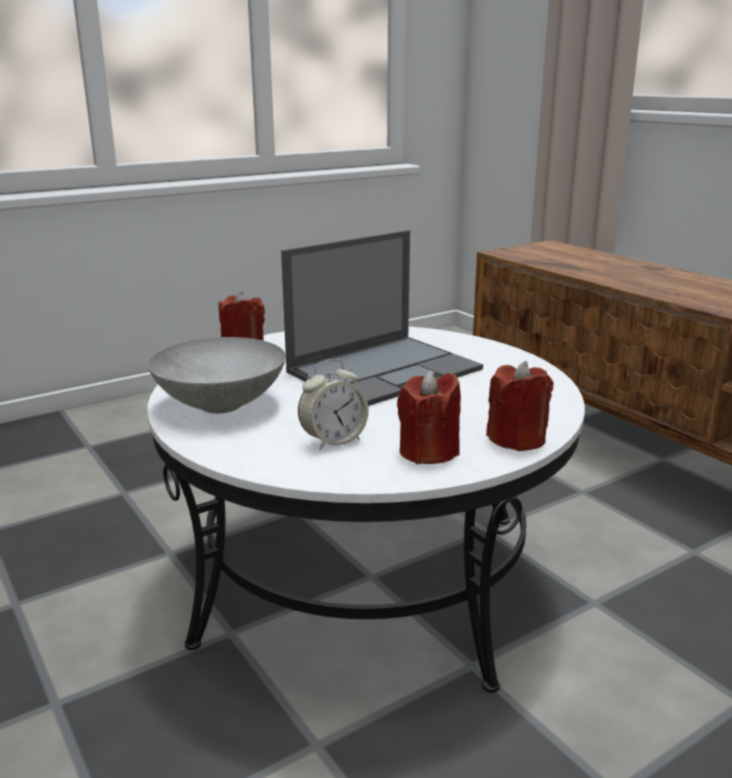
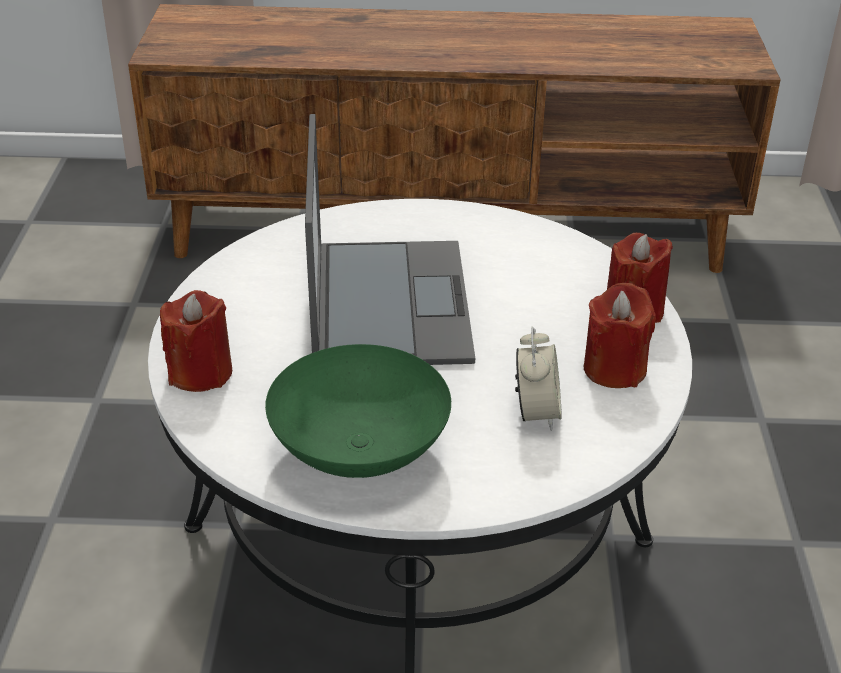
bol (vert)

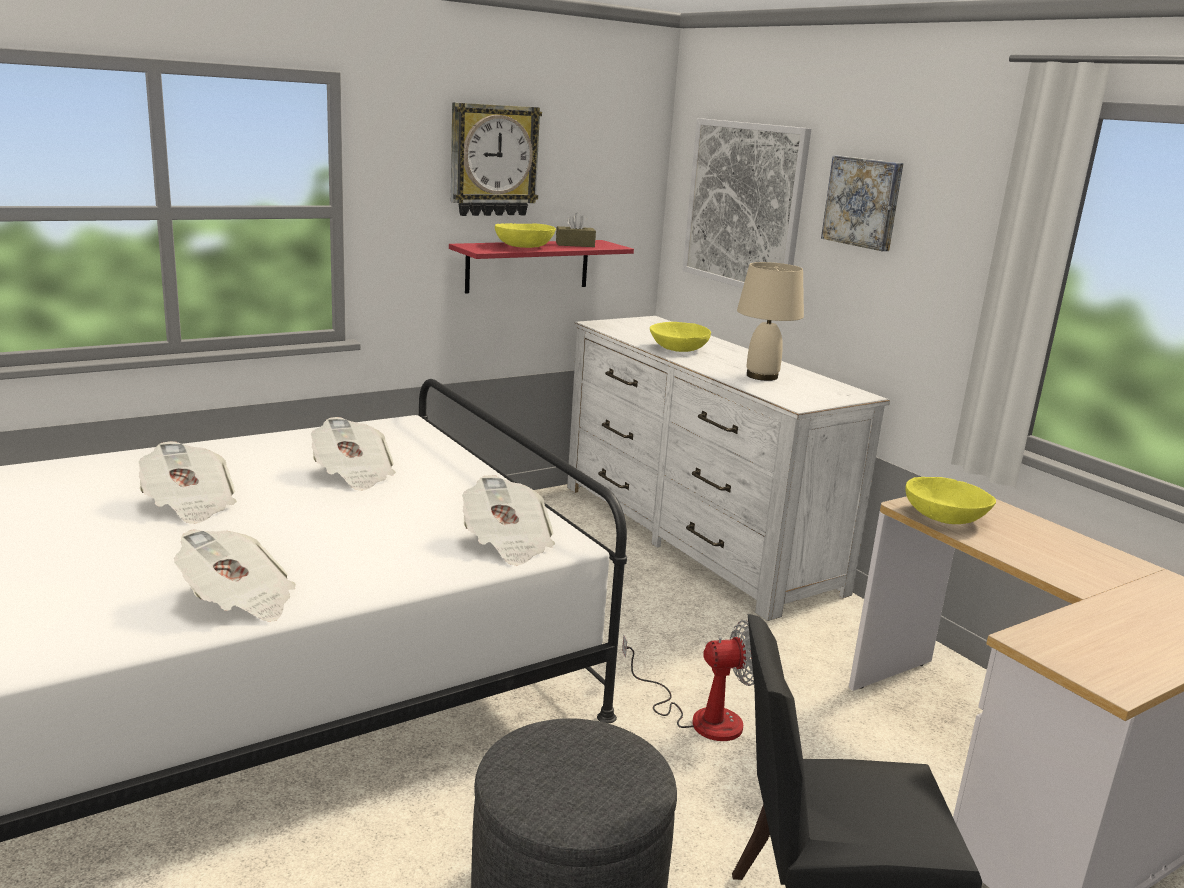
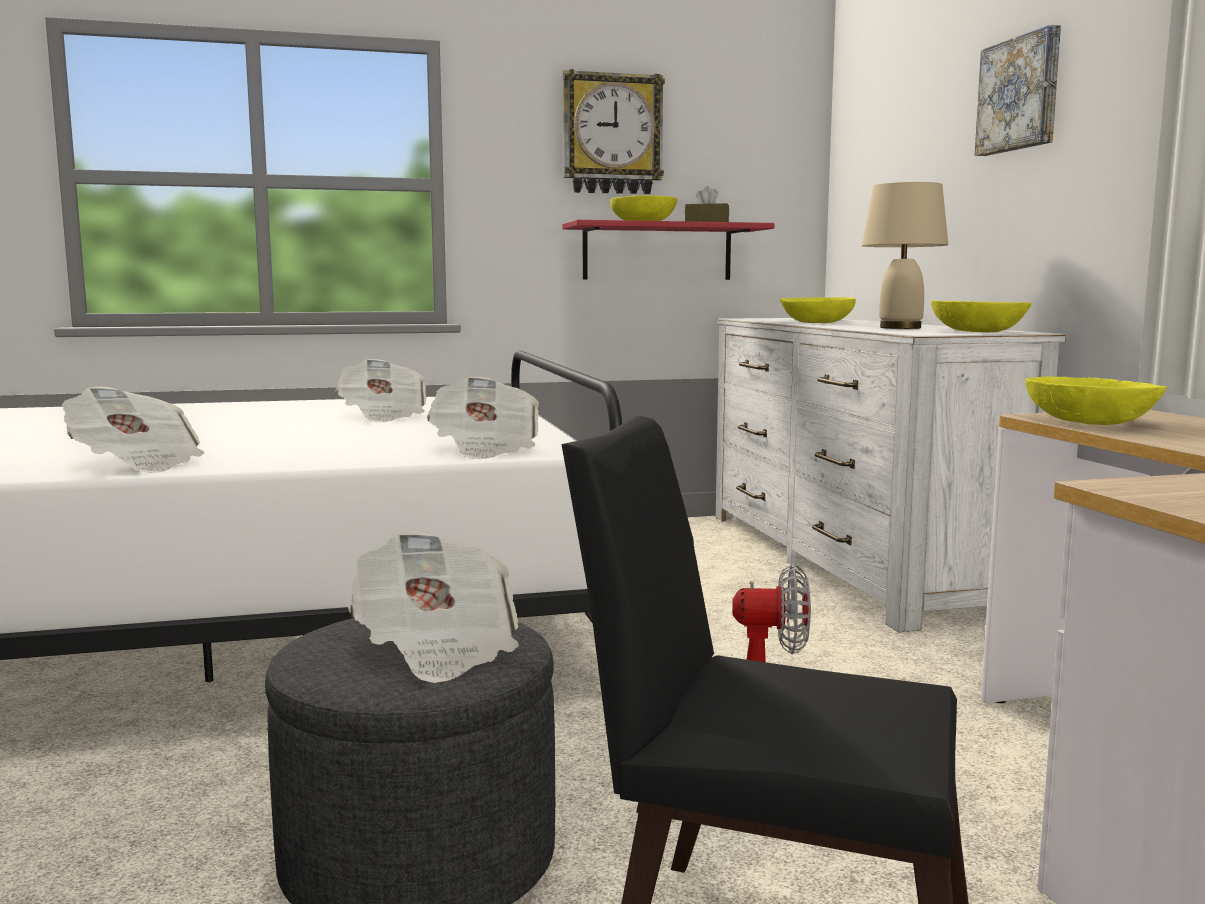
journal (no. 3 from left)
bol (jaune) (no. 3 from left)
tableau (no. 1 from left in the first image)

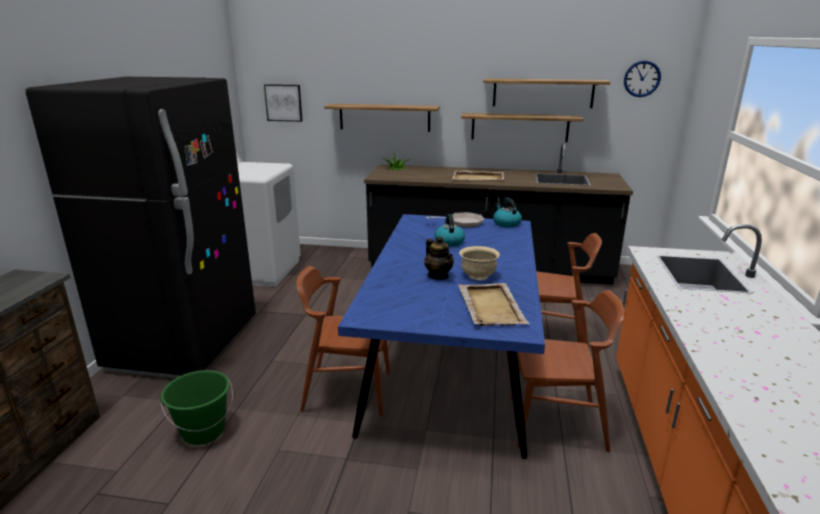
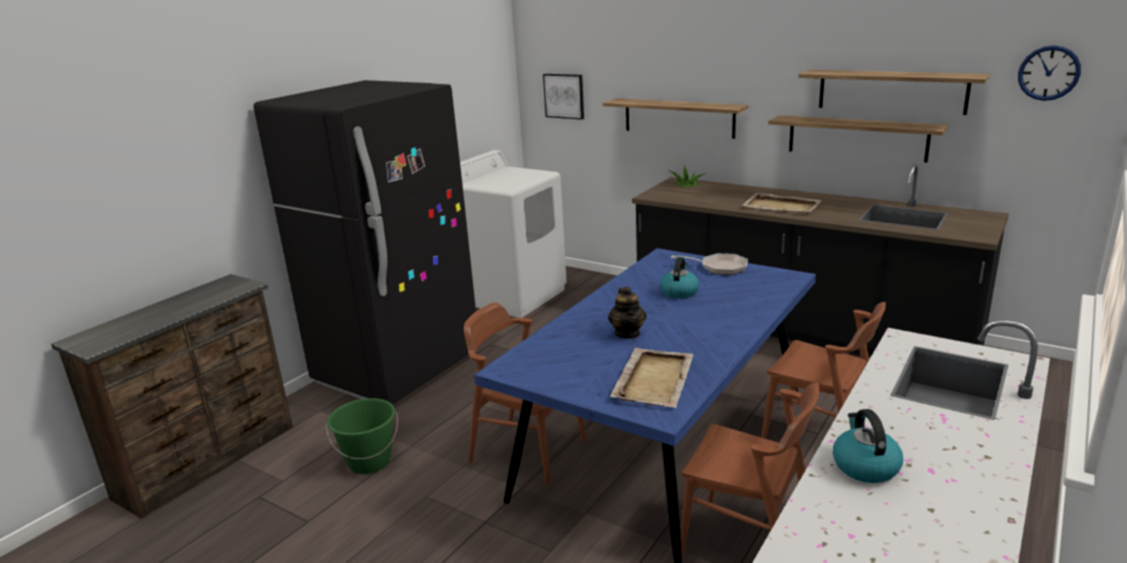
bouilloire (no. 2 from left)
bol (beige)

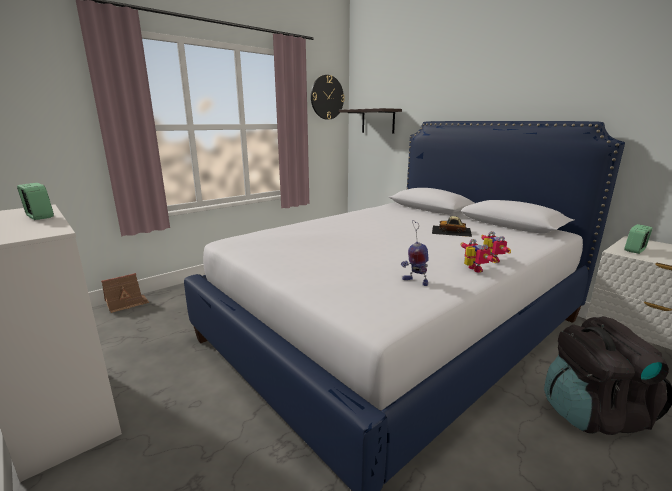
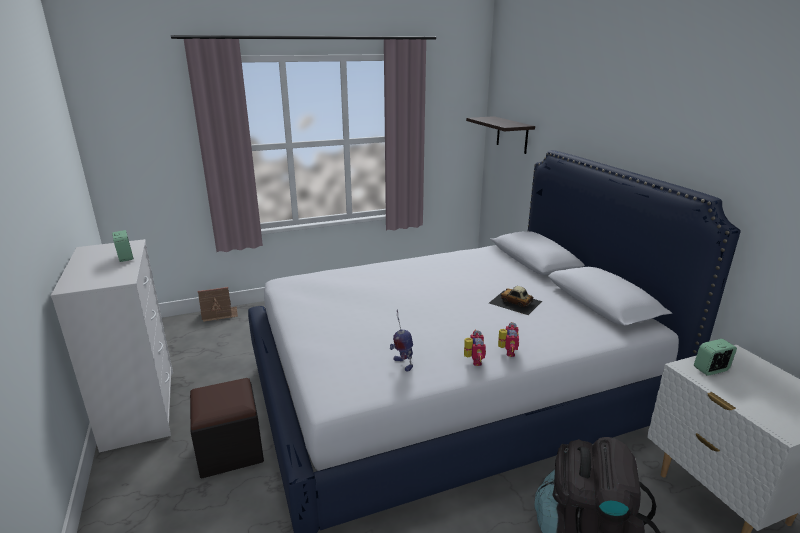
pouf (noir)
horloge murale

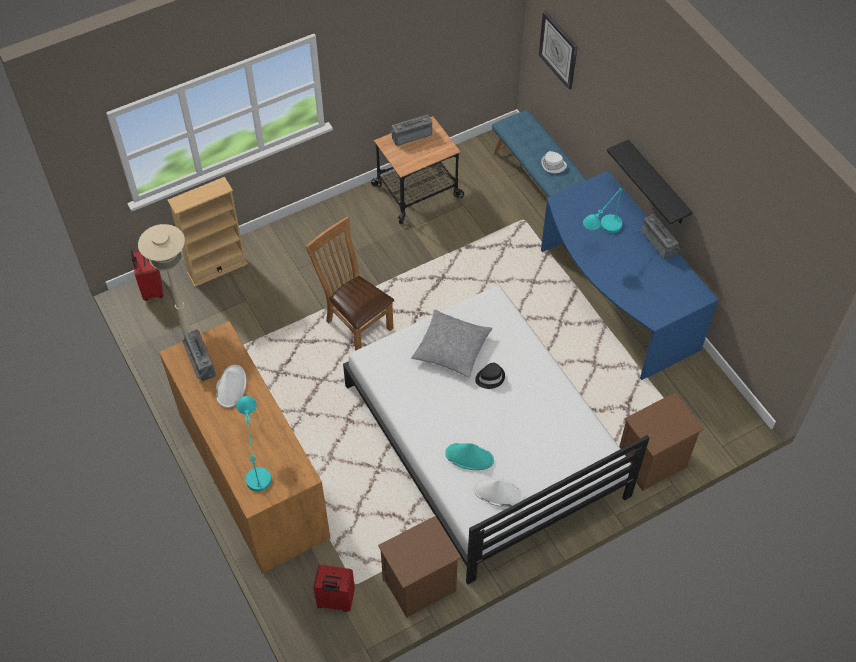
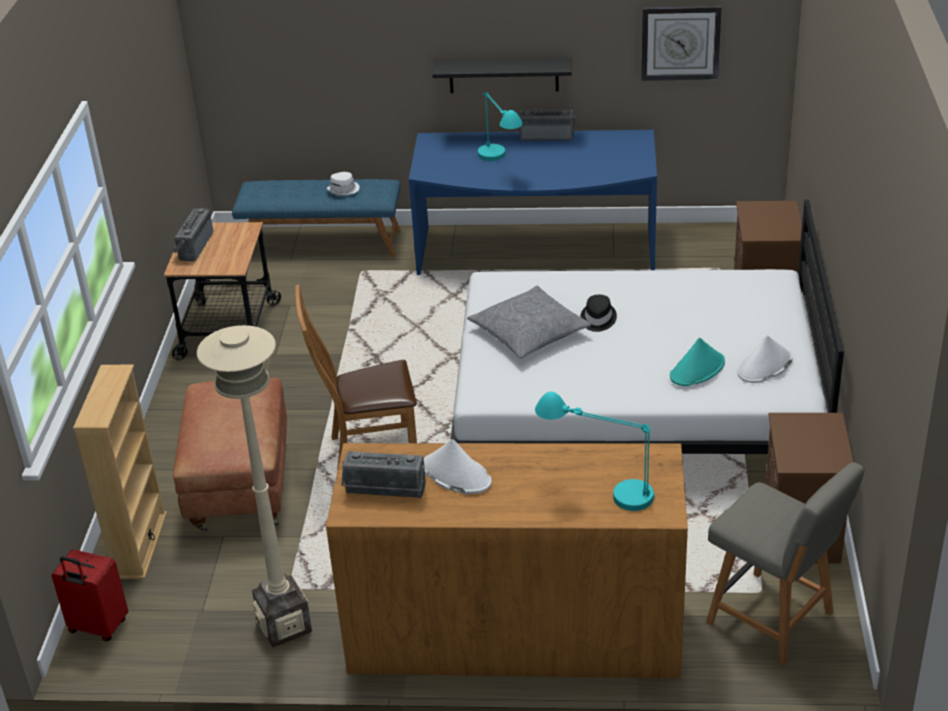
pouf (marron)
horloge murale
chaise (gris)

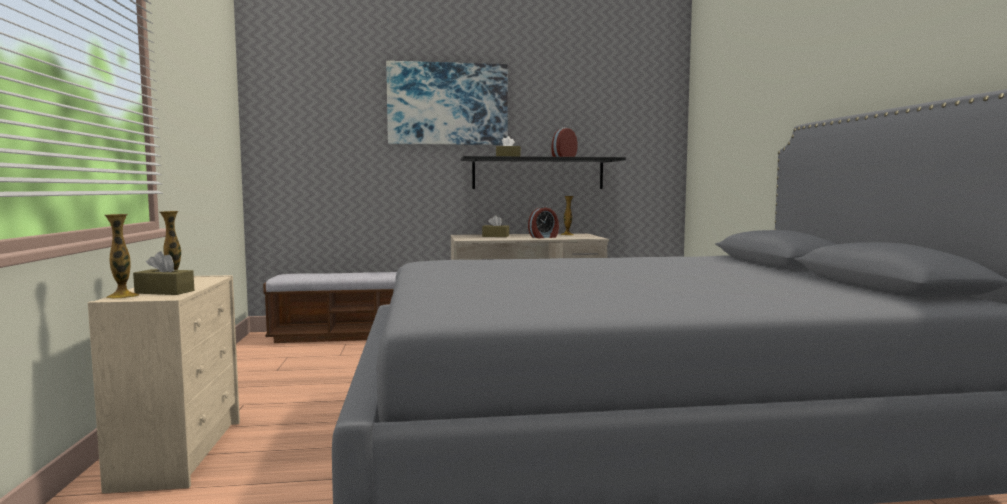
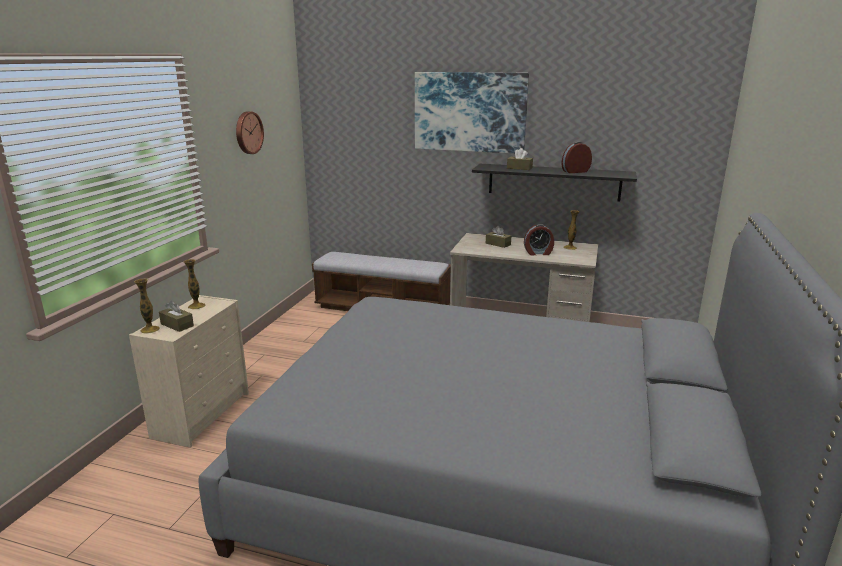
horloge murale

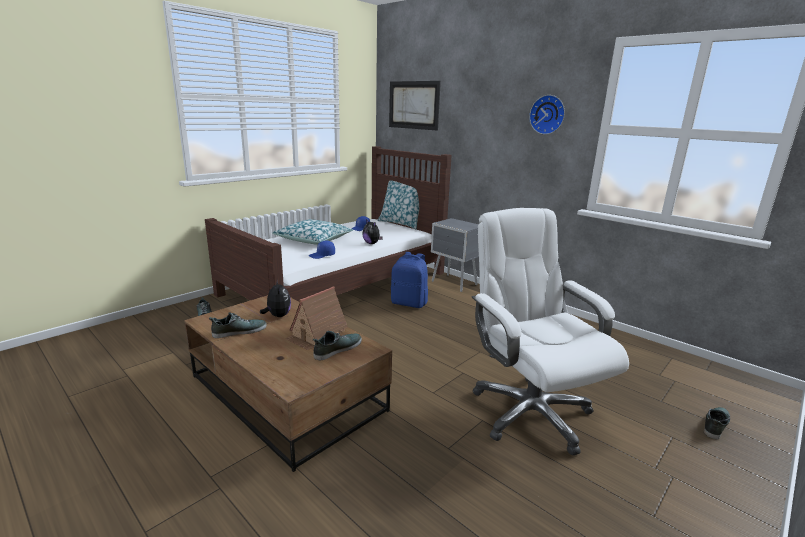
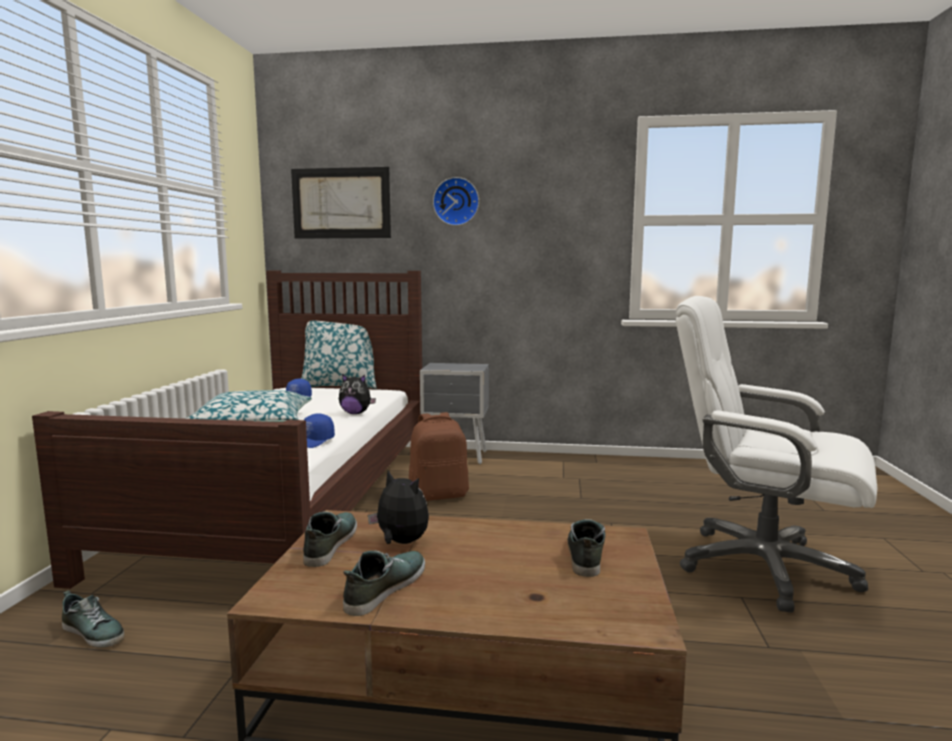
chaussure (no. 2 from left)
sac à dos (marron)
horloge murale
maison miniature

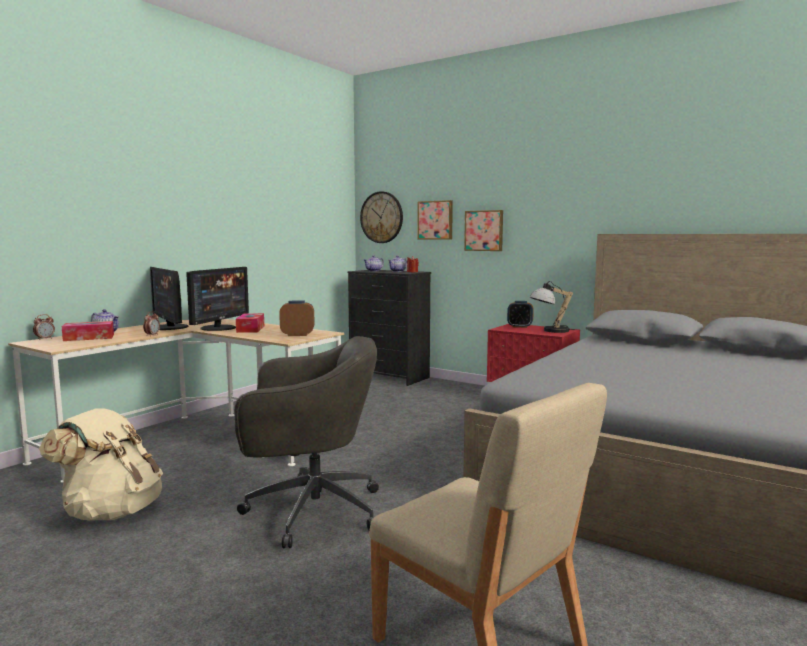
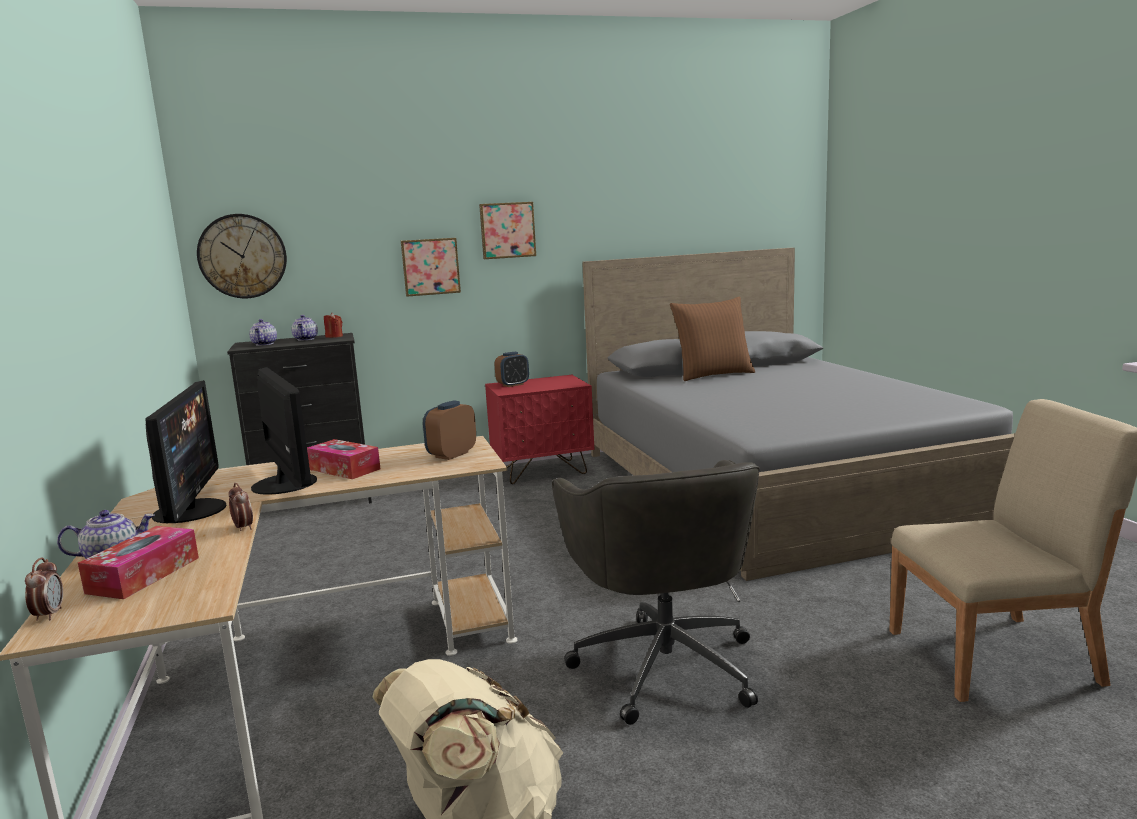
écran d'ordinateur (no. 1 from left)
tableau (no. 2 from left)
chaise de bureau (gris)
coussin (marron)
lampe de table

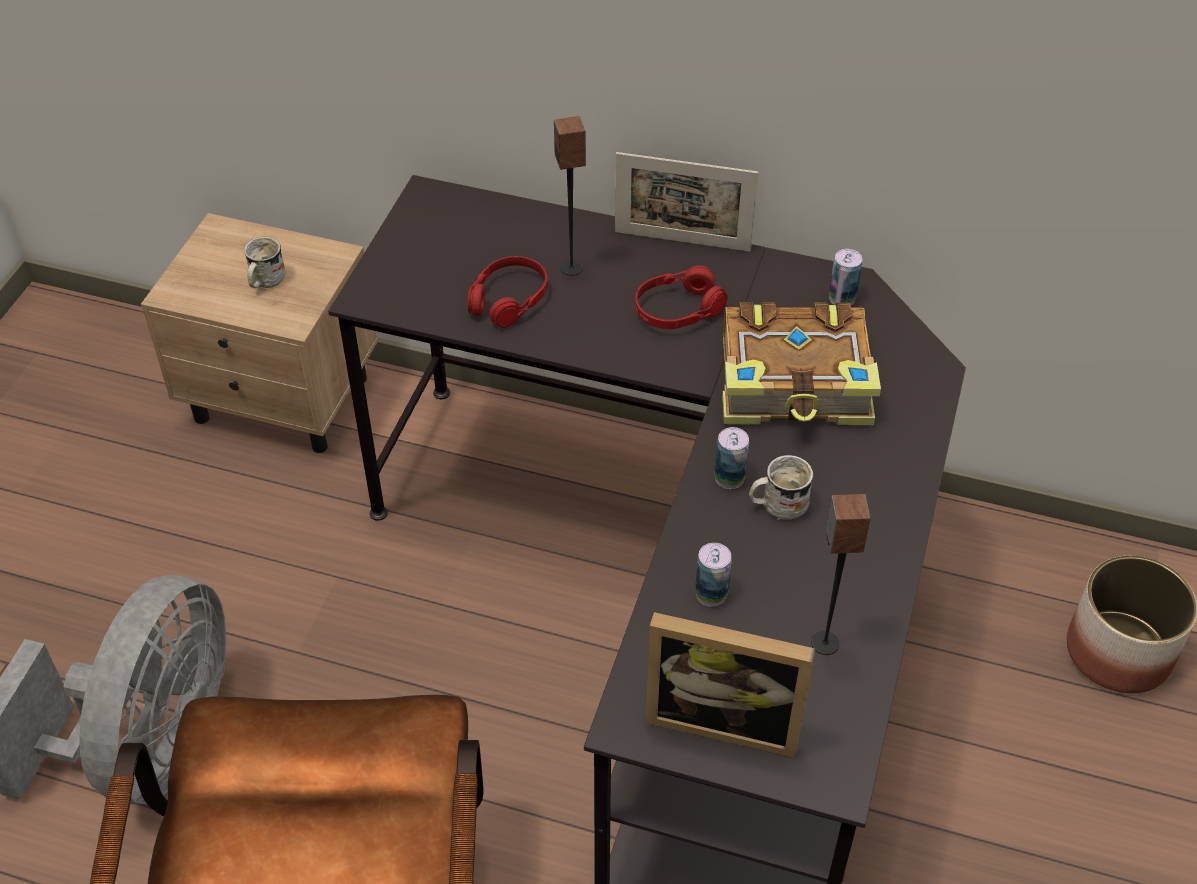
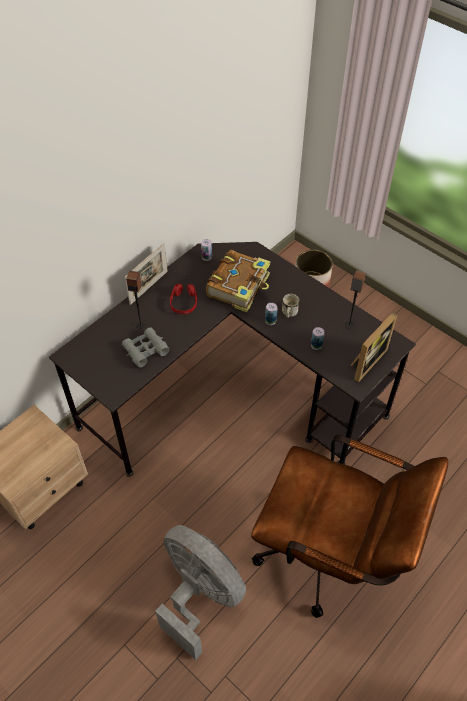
jumelles (gris)
mug (blanc) (no. 1 from left in the first image)

